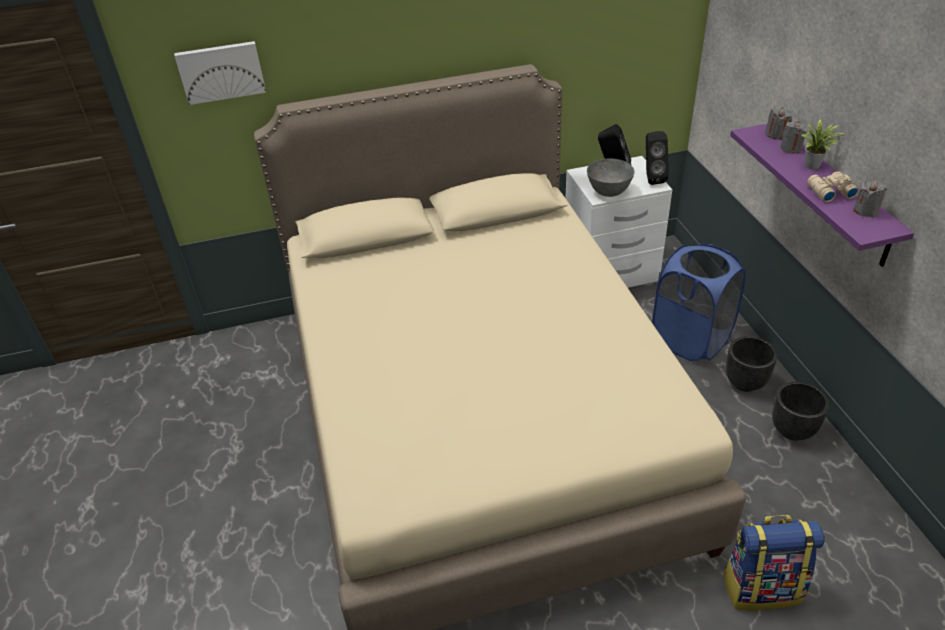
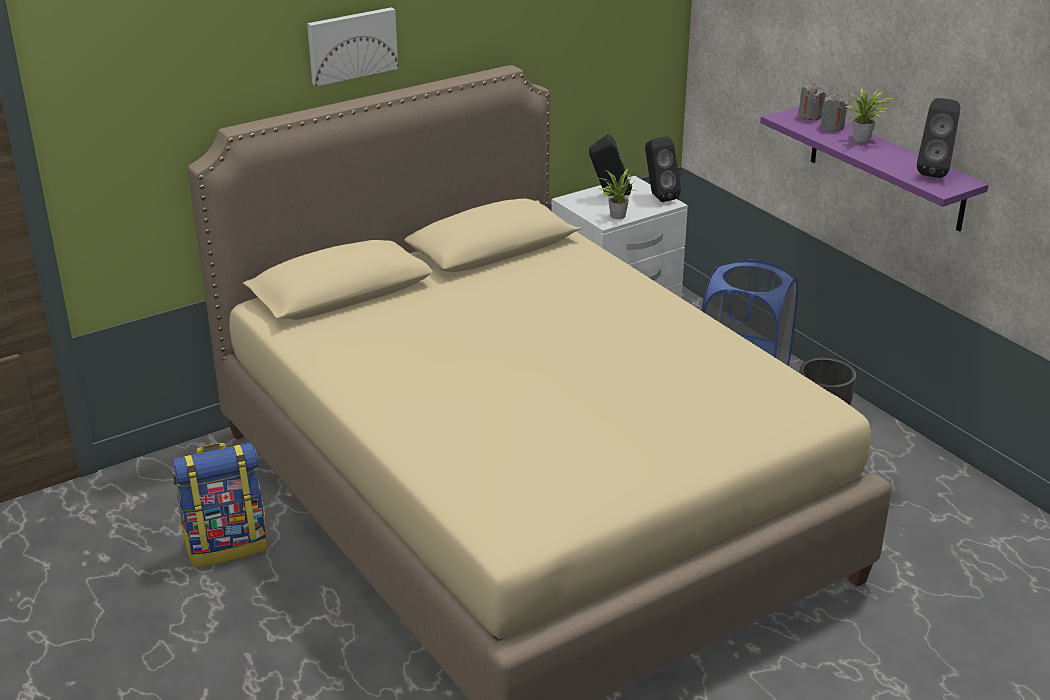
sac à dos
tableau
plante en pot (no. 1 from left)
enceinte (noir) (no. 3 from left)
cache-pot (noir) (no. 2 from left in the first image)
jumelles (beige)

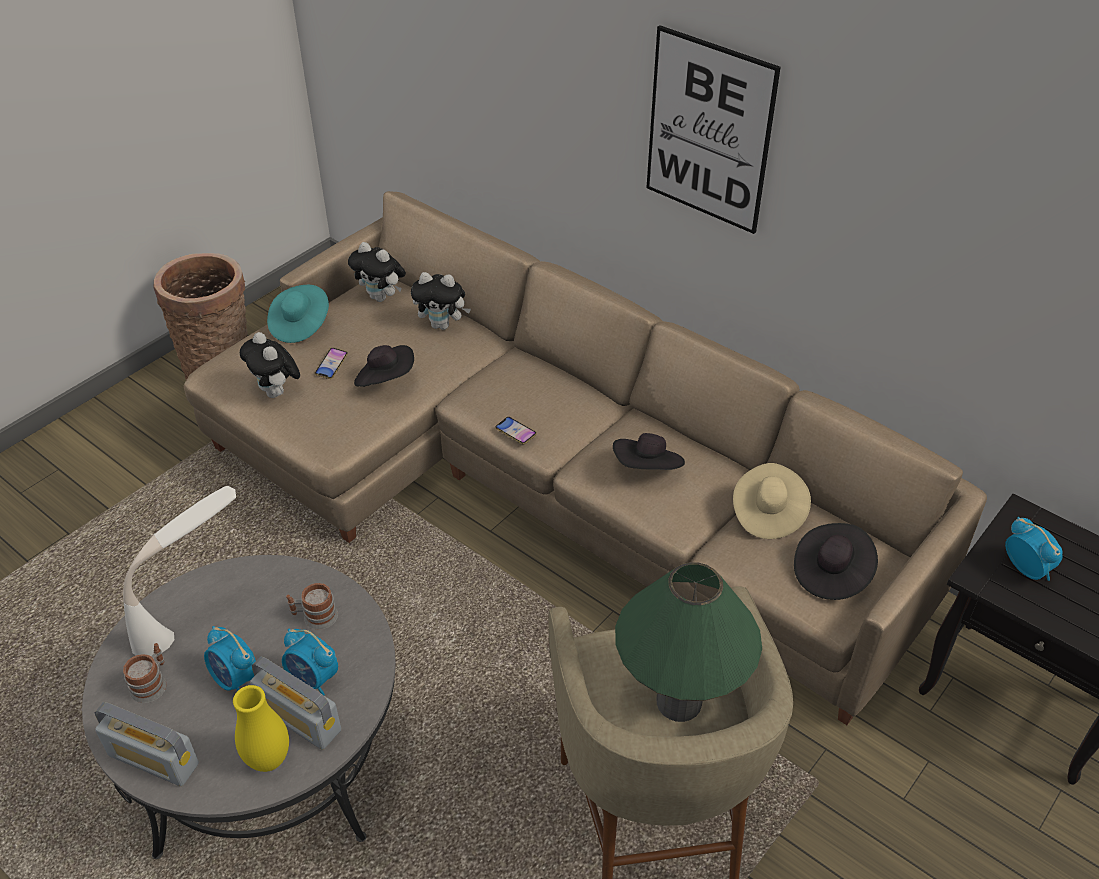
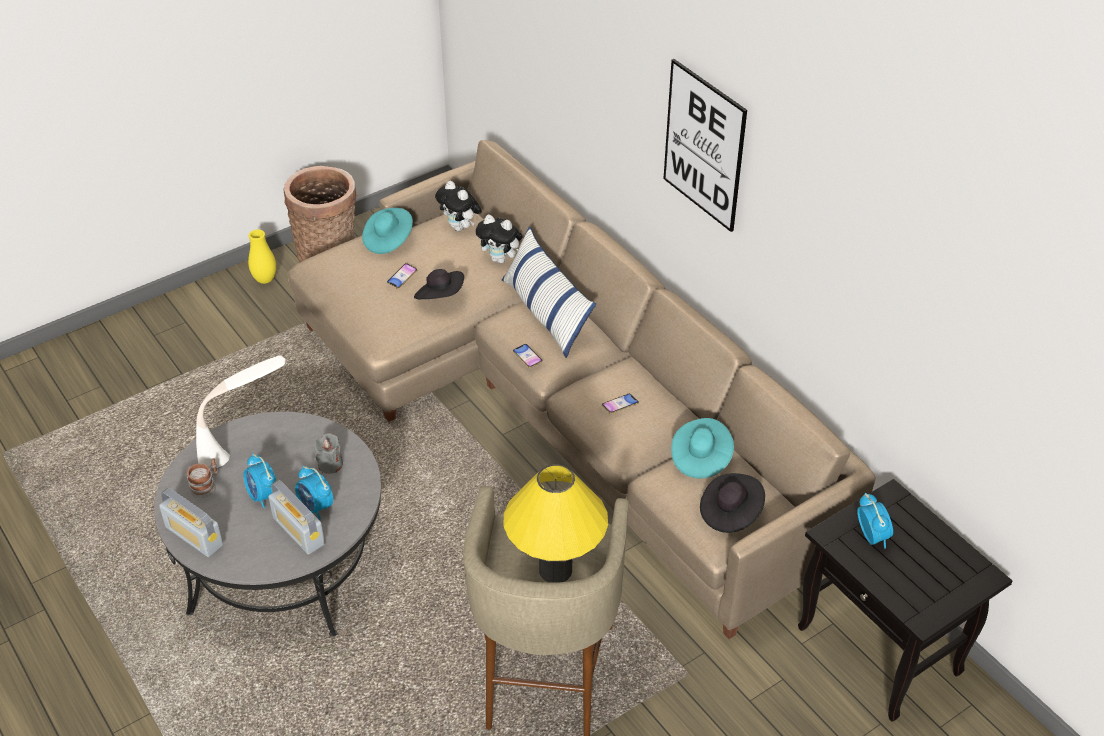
vase (jaune)
bougie (gris)
coussin
lampe de table (jaune)
téléphone (no. 3 from left)
chapeau (turquoise) (no. 2 from left)
peluche (no. 1 from left in the first image)

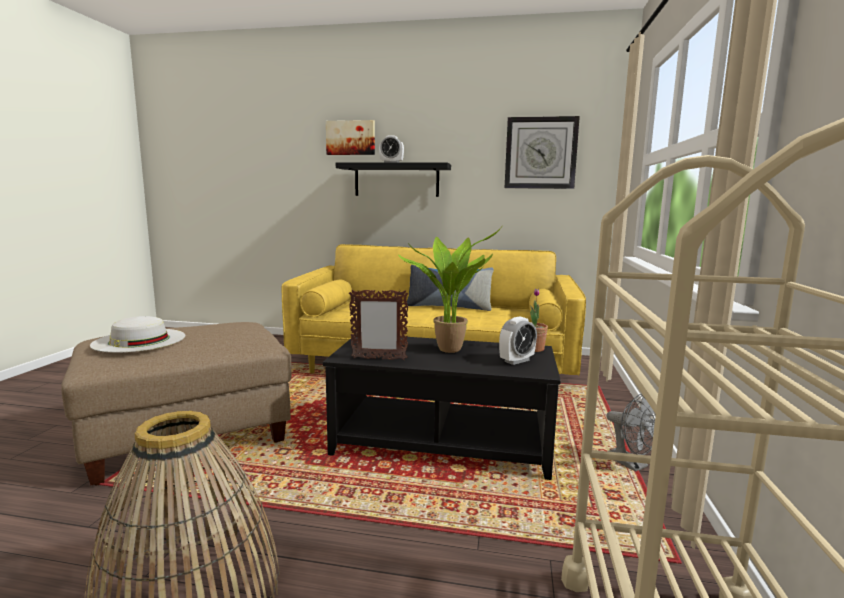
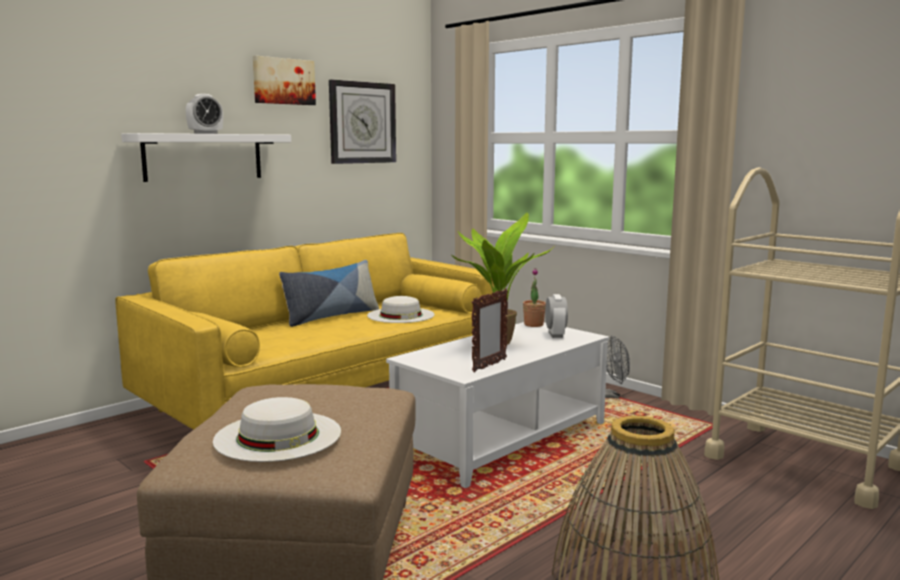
étagère (blanc)
tableau
chapeau (blanc) (no. 2 from left)
table basse (blanc)

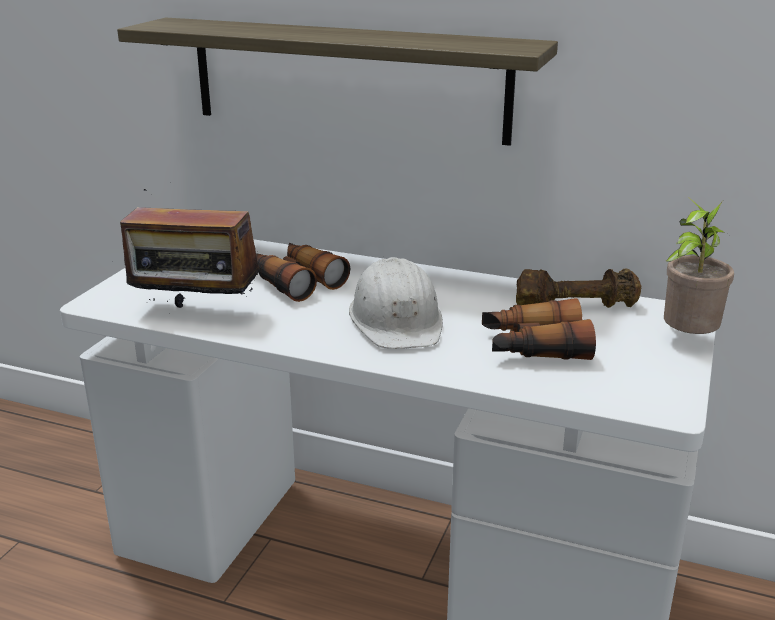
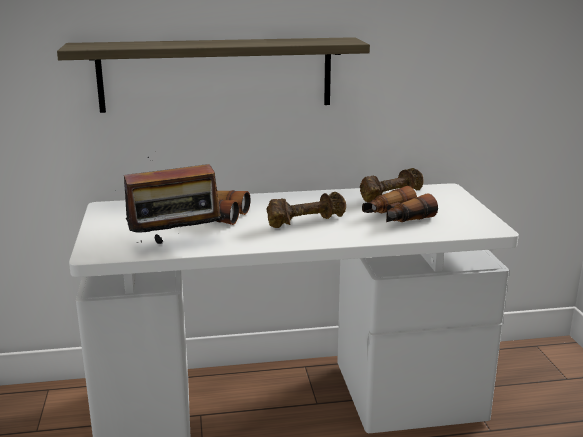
haltère (marron) (no. 1 from left)
plante en pot

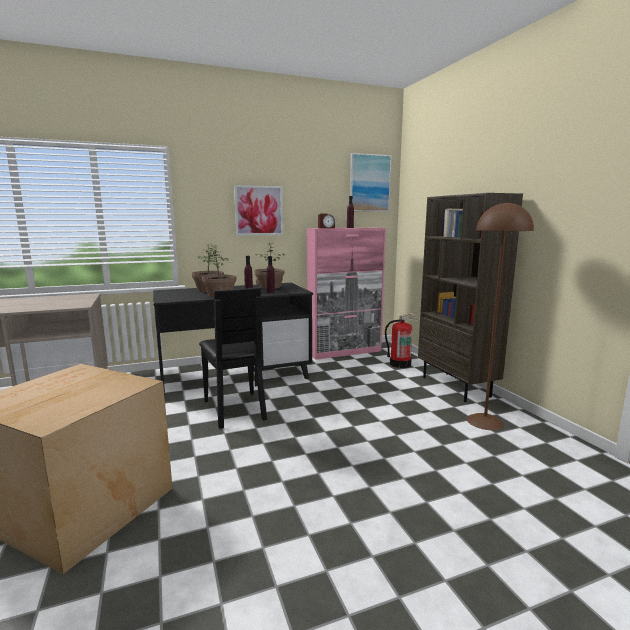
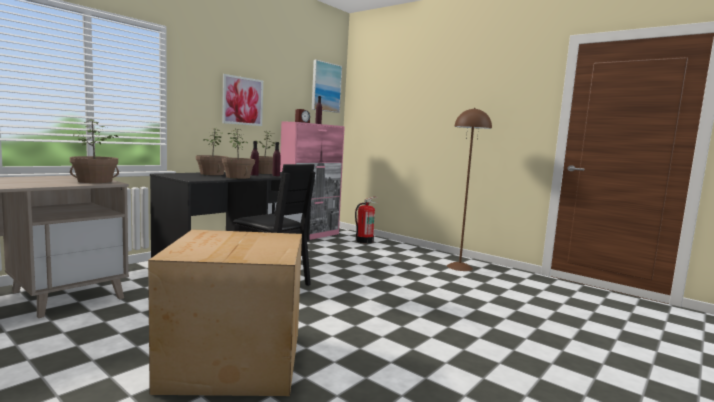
plante en pot (no. 1 from left)
bibliothèque (marron)

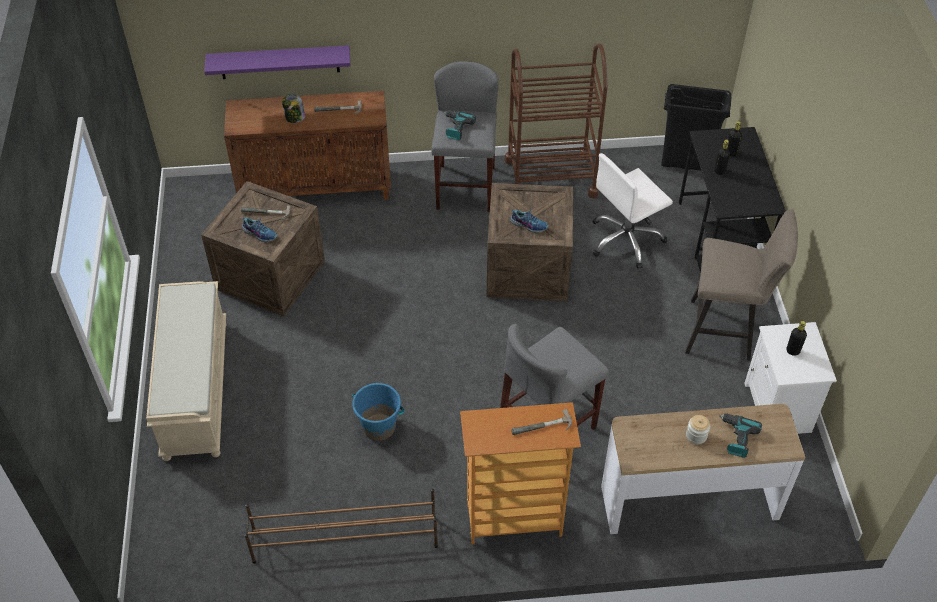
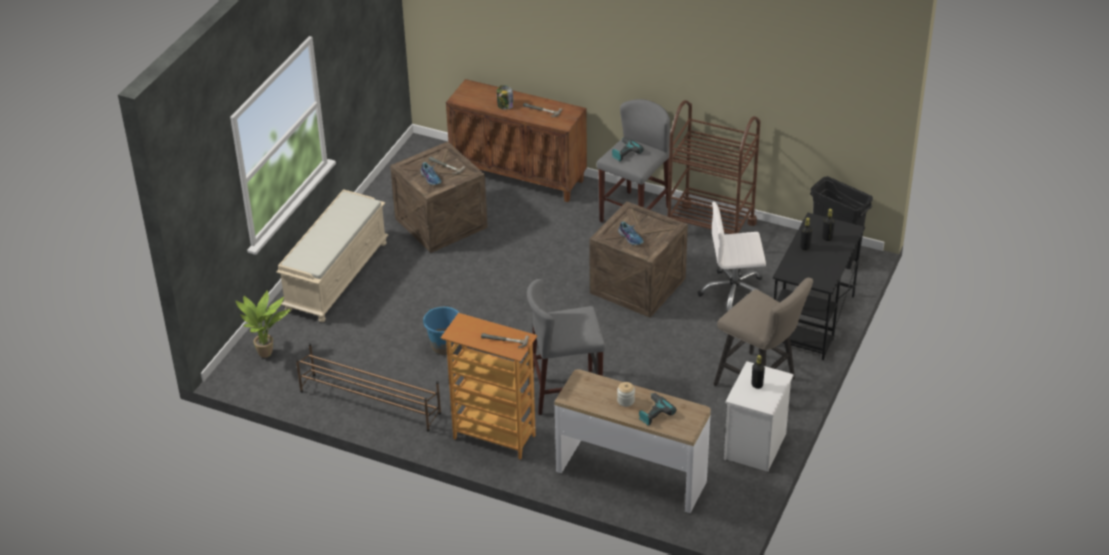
plante en pot
étagère (violet)

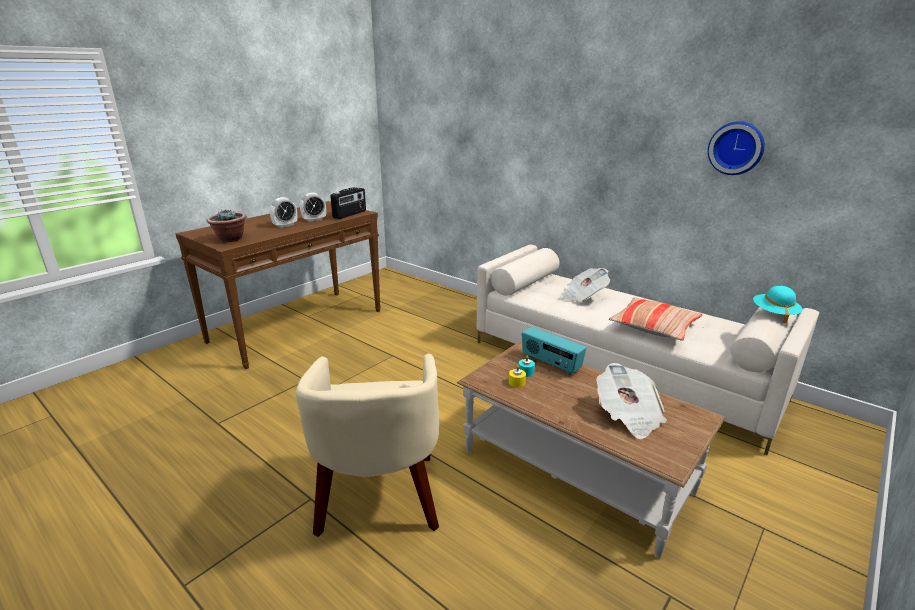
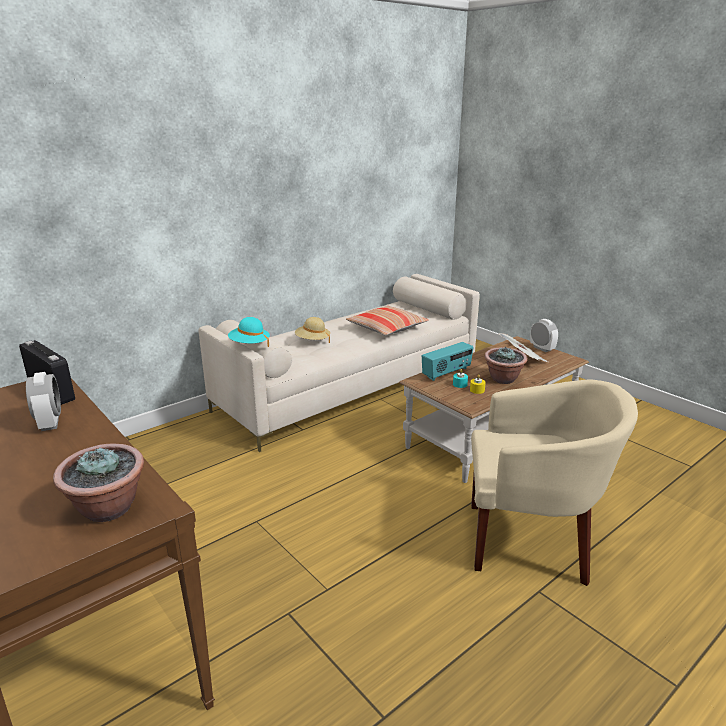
chapeau (turquoise)
chapeau (beige)
plante en pot (no. 2 from left)
réveil (no. 2 from left)
horloge murale

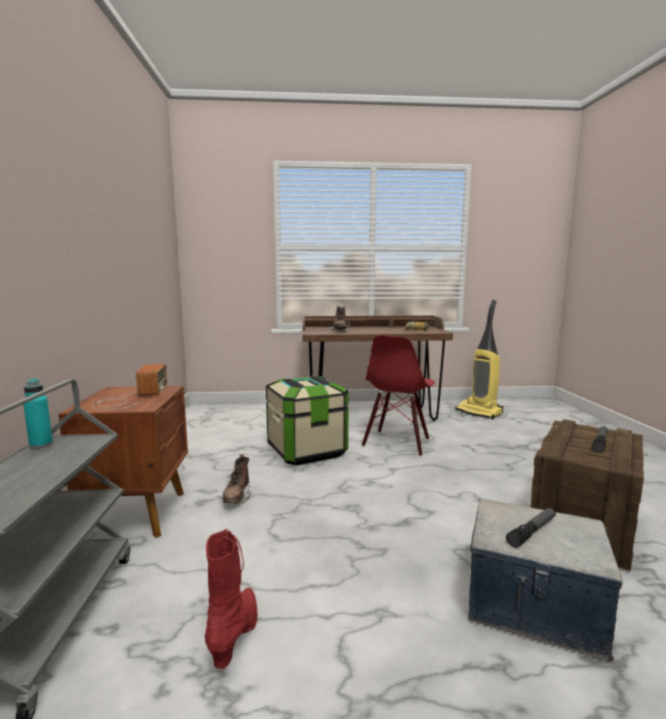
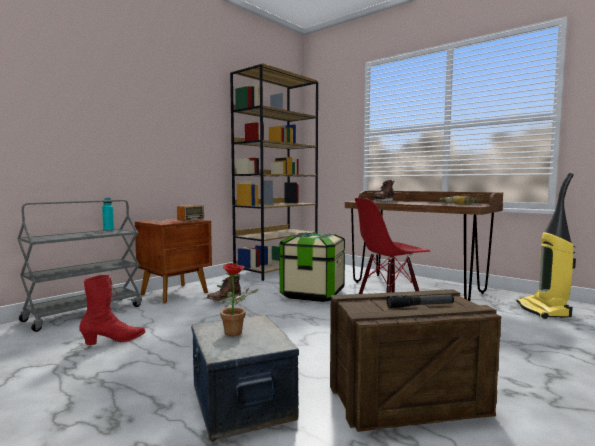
plante en pot
bibliothèque (marron)

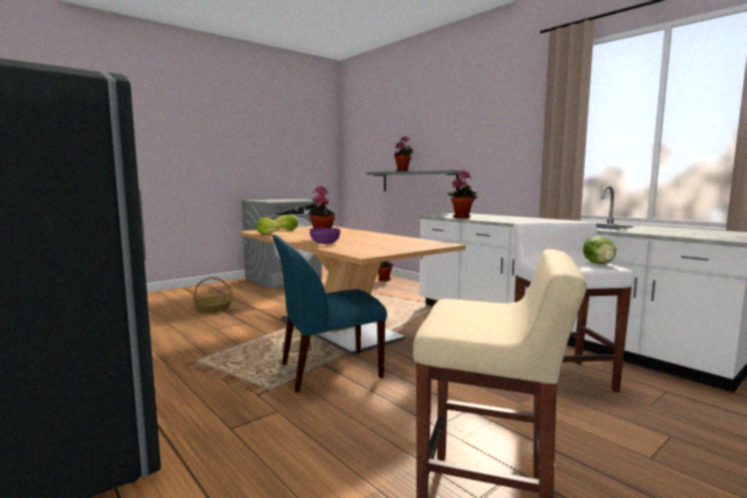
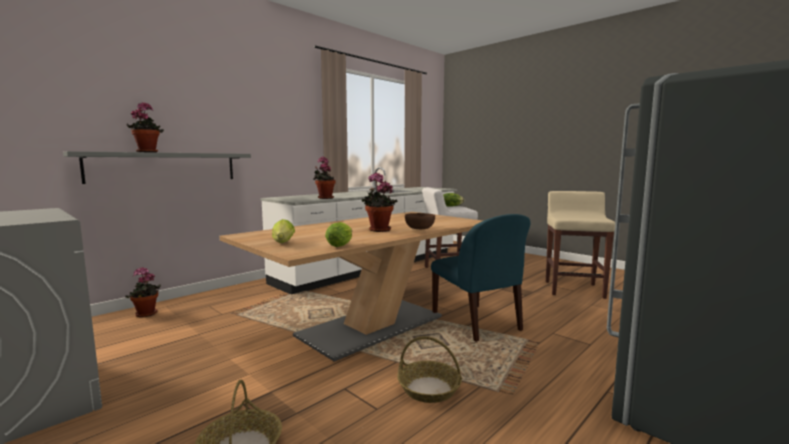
panier (no. 2 from left)
bol (marron)

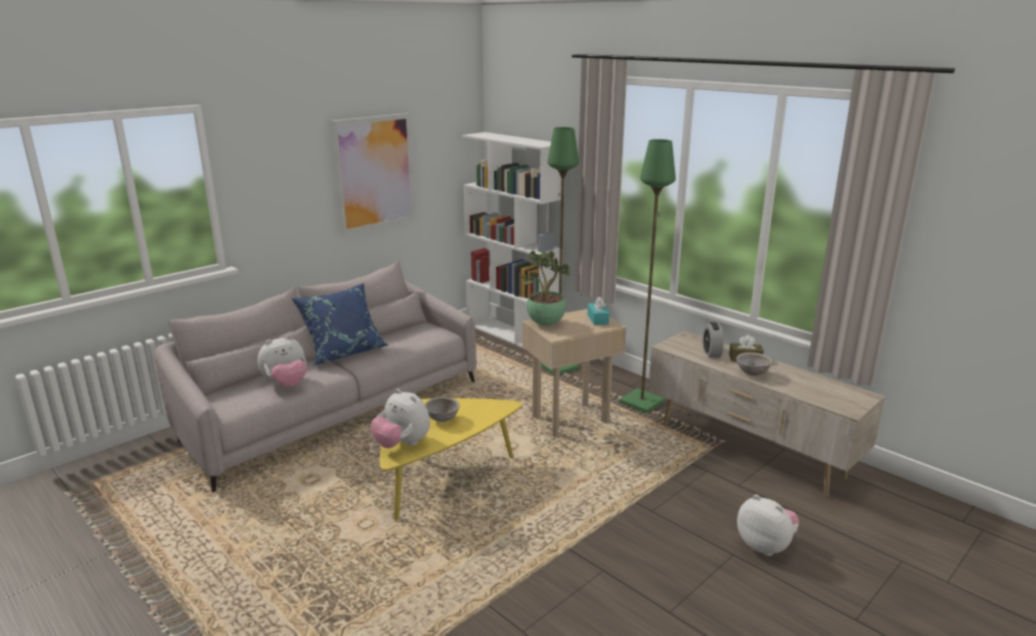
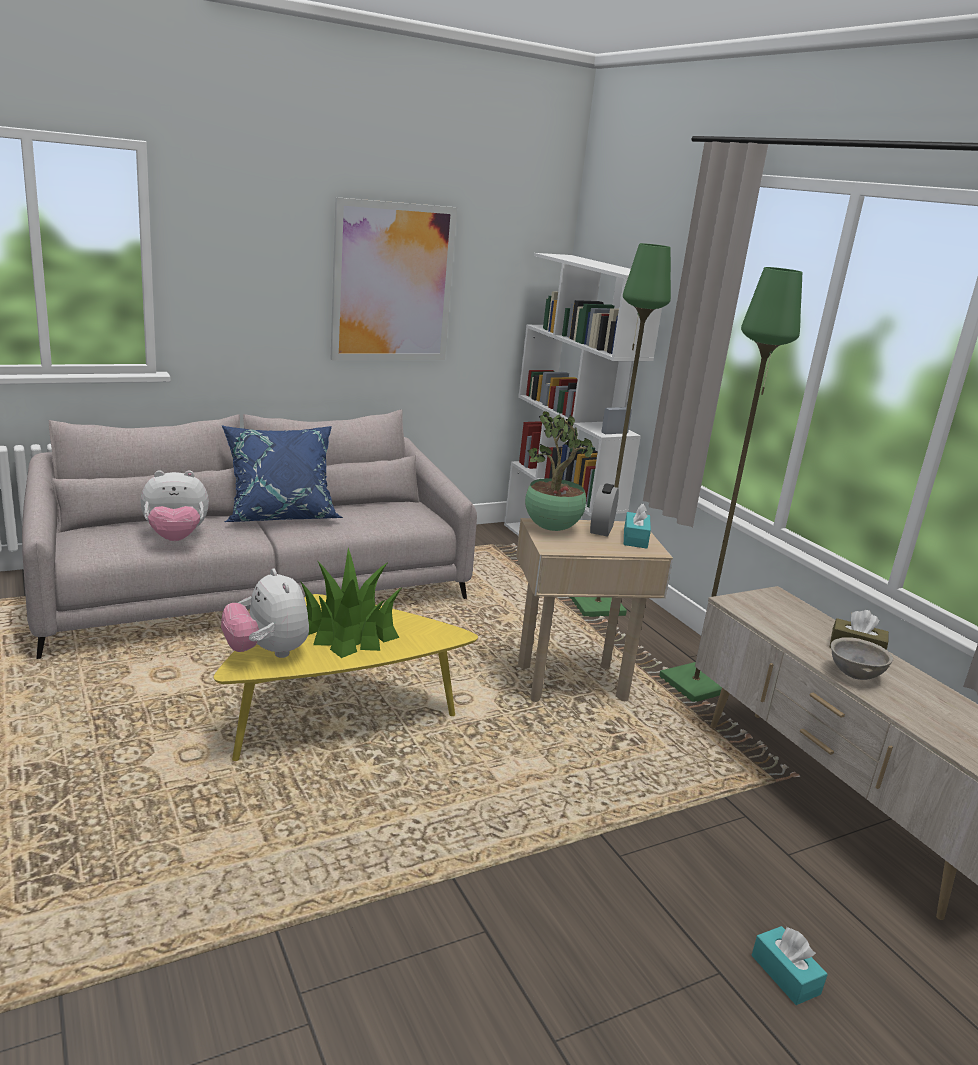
plante en pot (no. 1 from left)
réveil
boîte à mouchoirs (turquoise) (no. 2 from left)

